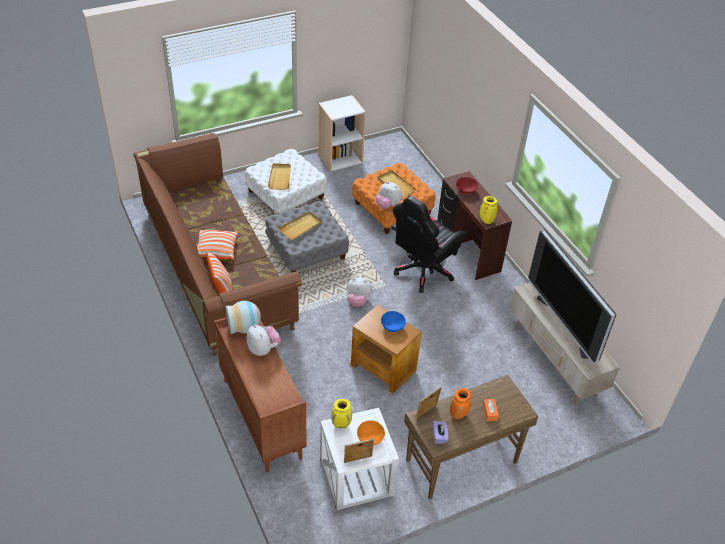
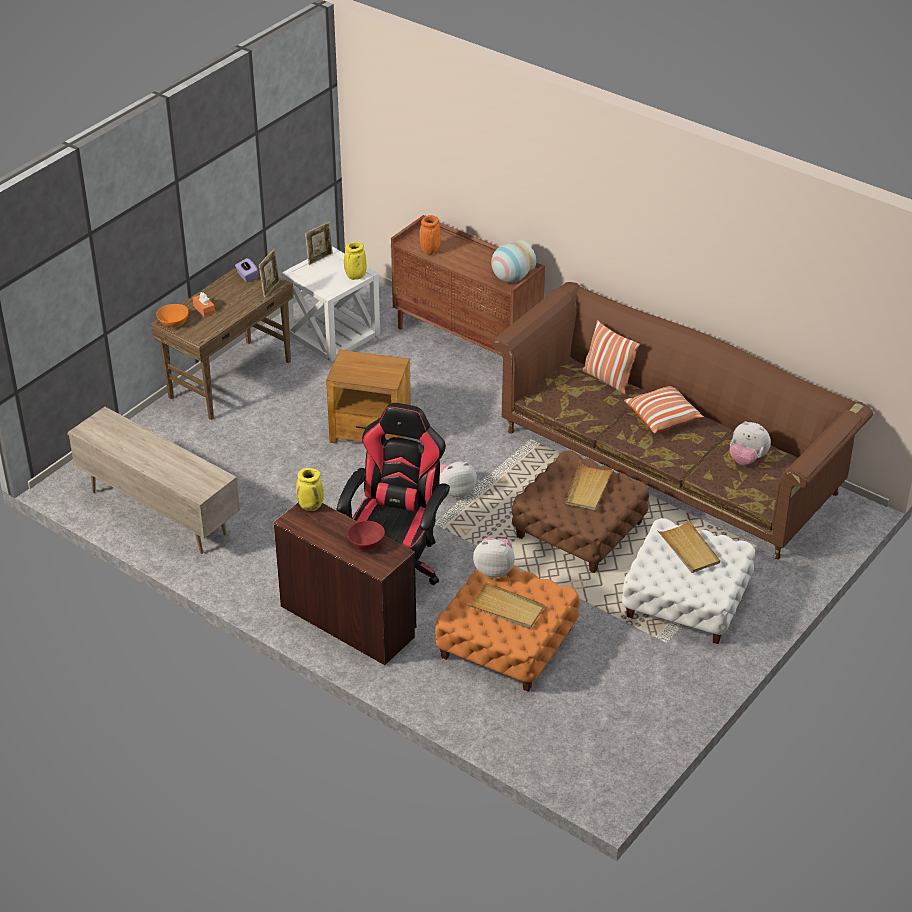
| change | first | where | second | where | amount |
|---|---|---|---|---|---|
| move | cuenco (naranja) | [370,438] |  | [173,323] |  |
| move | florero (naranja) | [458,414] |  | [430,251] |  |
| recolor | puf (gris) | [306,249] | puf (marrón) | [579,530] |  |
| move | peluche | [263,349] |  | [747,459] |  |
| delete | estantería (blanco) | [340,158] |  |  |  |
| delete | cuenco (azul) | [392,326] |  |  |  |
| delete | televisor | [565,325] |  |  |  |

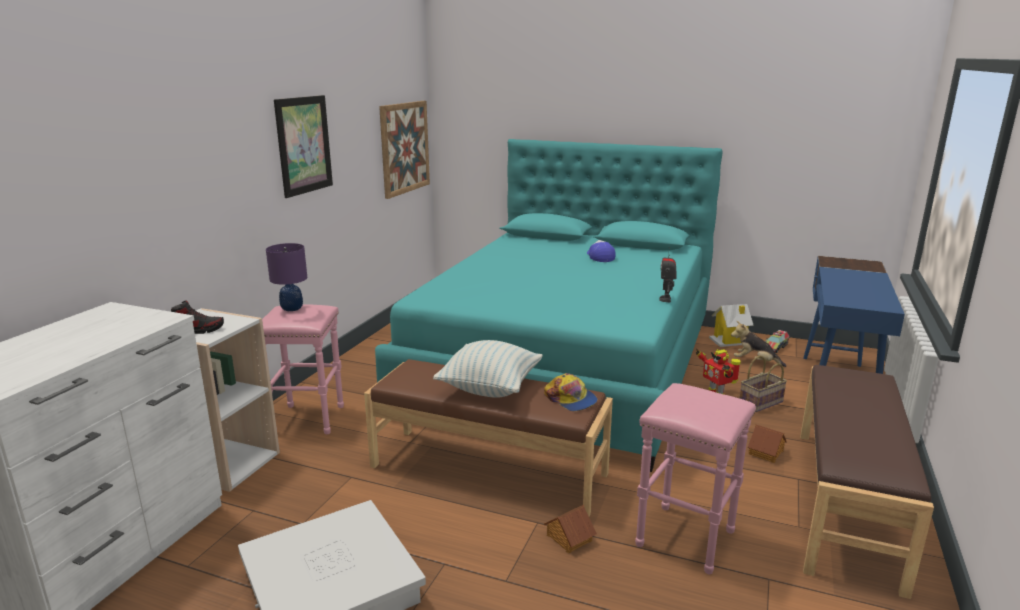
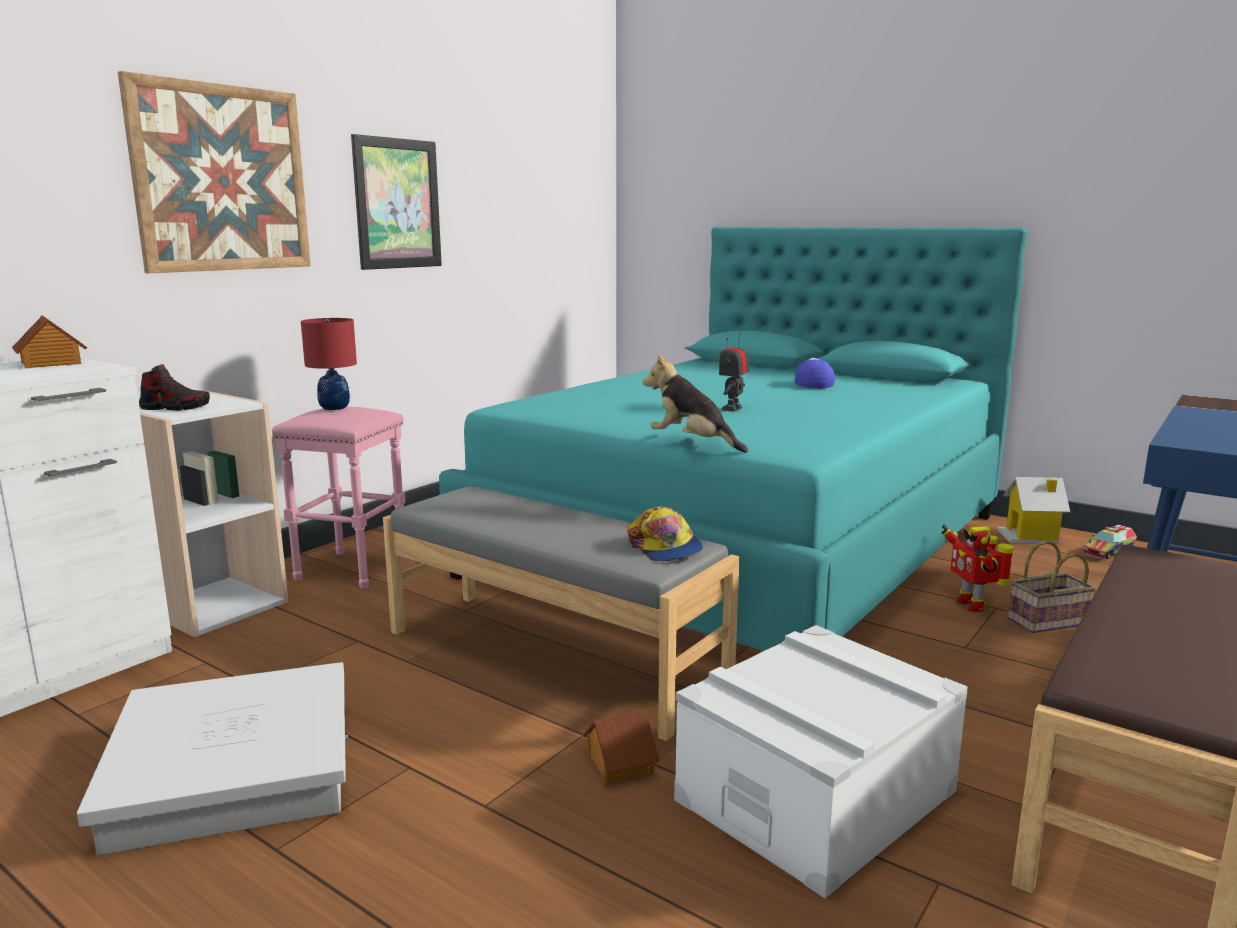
| change | first | where | second | where | amount |
|---|---|---|---|---|---|
| move | casita | [766,452] |  | [51,363] |  |
| move | cuadro | [405,148] |  | [222,179] |  |
| recolor | lámpara de mesa (morado) | [293,309] | lámpara de mesa (rojo) | [336,408] |  |
| recolor | banco (marrón) | [488,469] | banco (gris) | [554,656] |  |
| move | peluche | [755,362] |  | [692,443] |  |
| replace | taburete (rosa) | [686,539] | caja de almacenaje (blanco) | [816,796] |  |
| move | robot de juguete | [666,299] |  | [732,409] |  |
| delete | cojín | [490,388] |  |  |  |

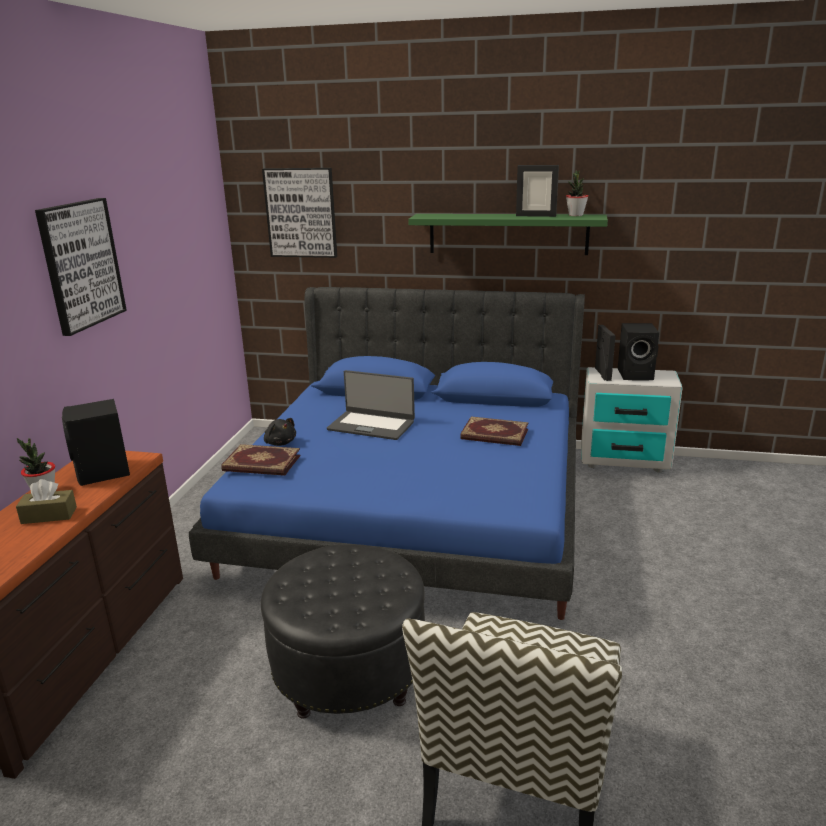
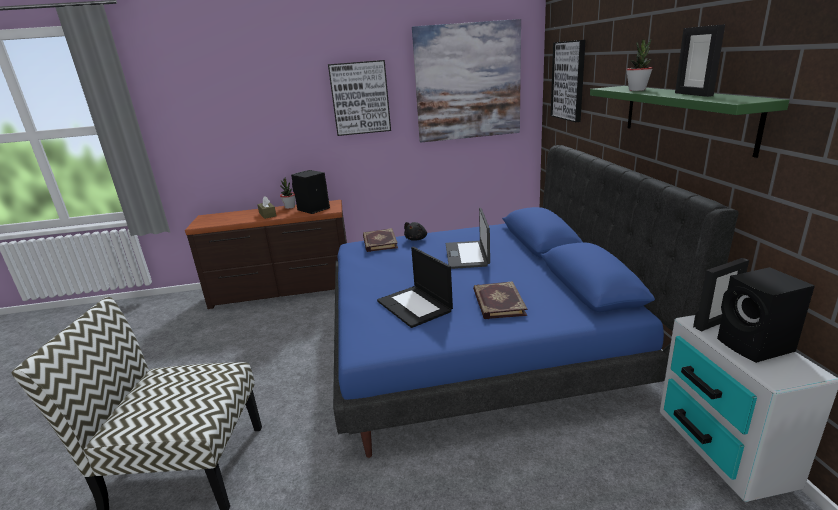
| change | first | where | second | where | amount |
|---|---|---|---|---|---|
| insert |  |  | portátil | [415,306] |  |
| insert |  |  | cuadro | [468,82] |  |
| move | planta en maceta | [575,215] |  | [637,90] |  |
| delete | puf (negro) | [349,672] |  |  |  |

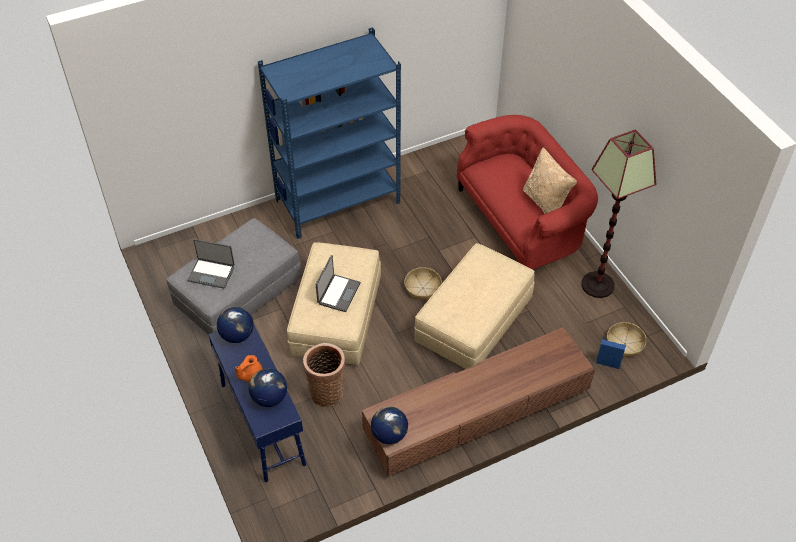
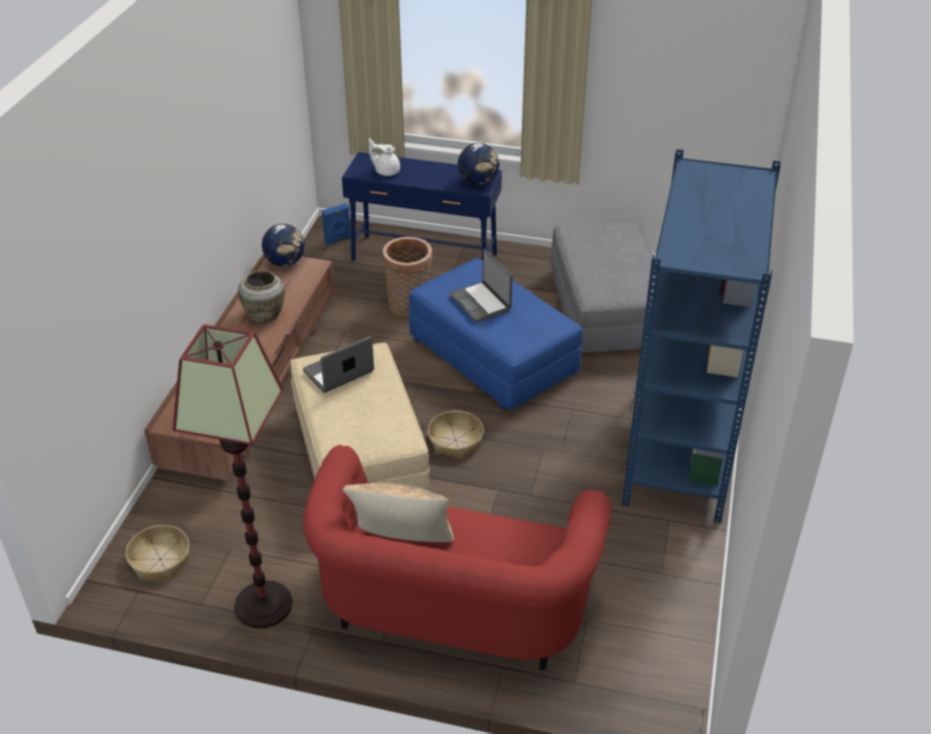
| change | first | where | second | where | amount |
|---|---|---|---|---|---|
| insert |  |  | florero (beis) | [265,314] |  |
| move | portátil | [211,273] |  | [339,372] |  |
| move | altavoz (azul) | [608,363] |  | [338,240] |  |
| replace | globo terráqueo | [269,398] | tetera (blanco) | [386,171] |  |
| recolor | puf (beis) | [336,317] | puf (azul) | [493,356] |  |
| delete | tetera (naranja) | [250,375] |  |  |  |

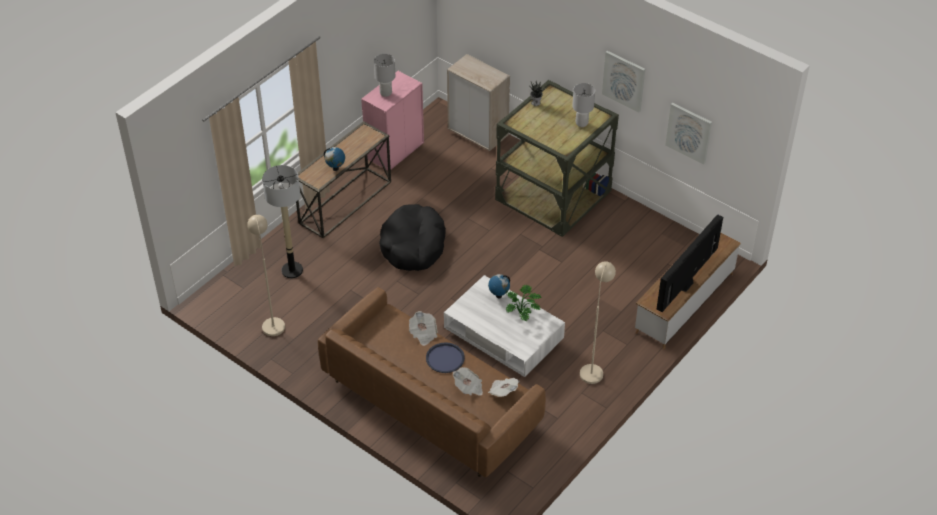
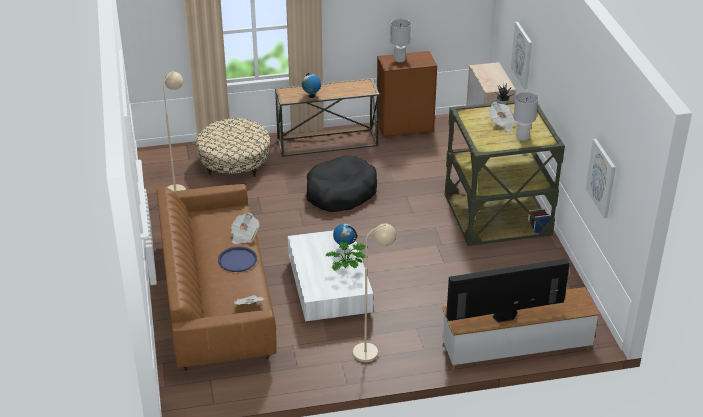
| change | first | where | second | where | amount |
|---|---|---|---|---|---|
| replace | lámpara de pie | [292,270] | puf (beis) | [234,165] |  |
| recolor | armario (rosa) | [395,153] | armario (marrón) | [405,129] |  |
| move | periódico | [468,387] |  | [502,123] |  |
| move | cuadro | [624,81] |  | [522,55] |  |

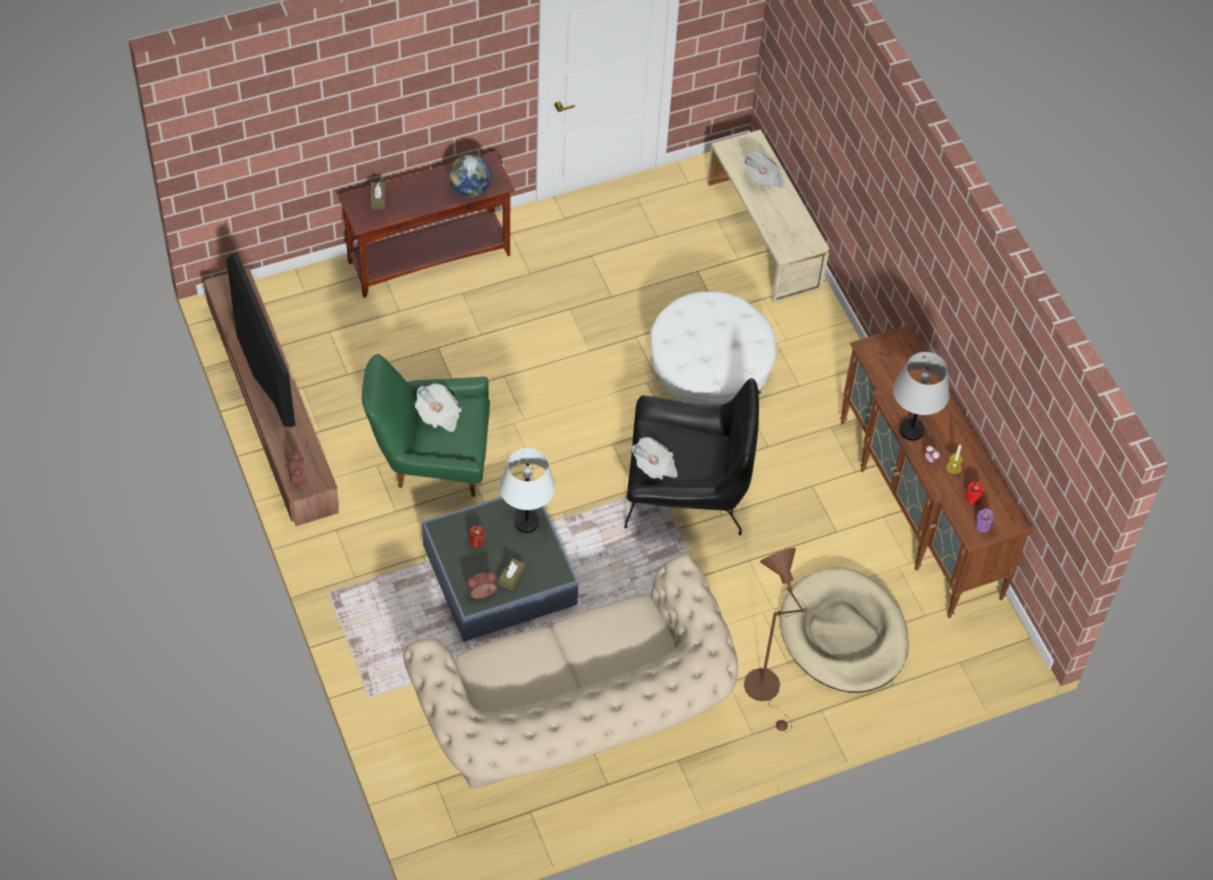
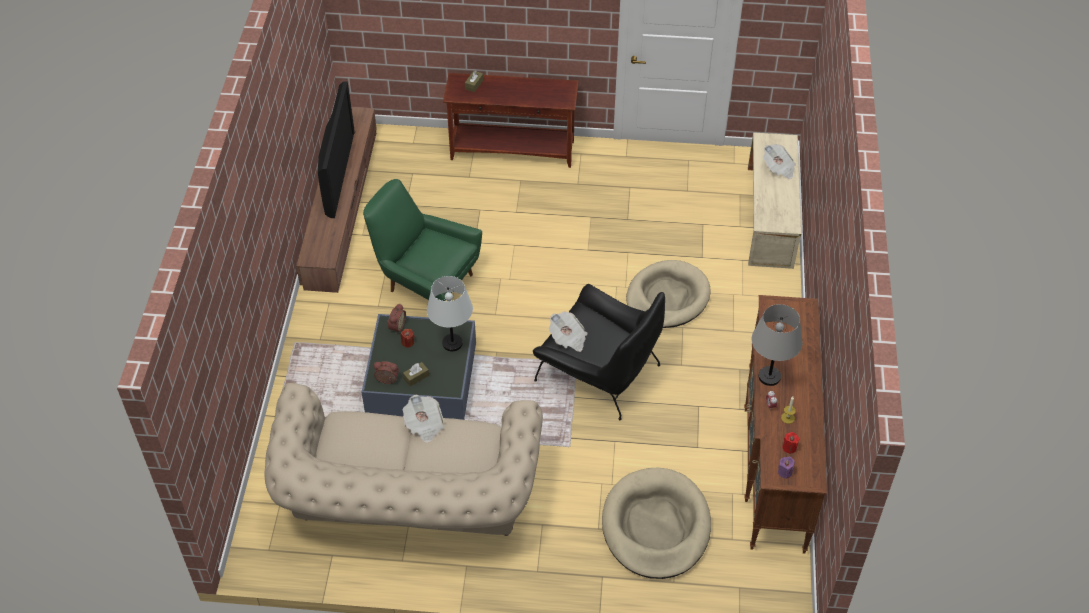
| change | first | where | second | where | amount |
|---|---|---|---|---|---|
| move | despertador | [296,479] |  | [396,326] |  |
| move | periódico | [439,415] |  | [424,425] |  |
| replace | puf (blanco) | [709,374] | cama para perro (beis) | [667,297] |  |
| delete | globo terráqueo | [470,190] |  |  |  |
| delete | lámpara de pie (marrón) | [766,691] |  |  |  |

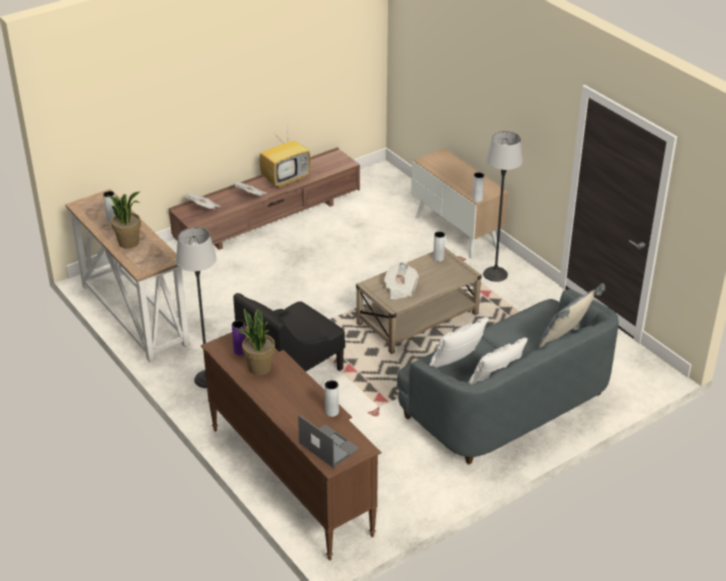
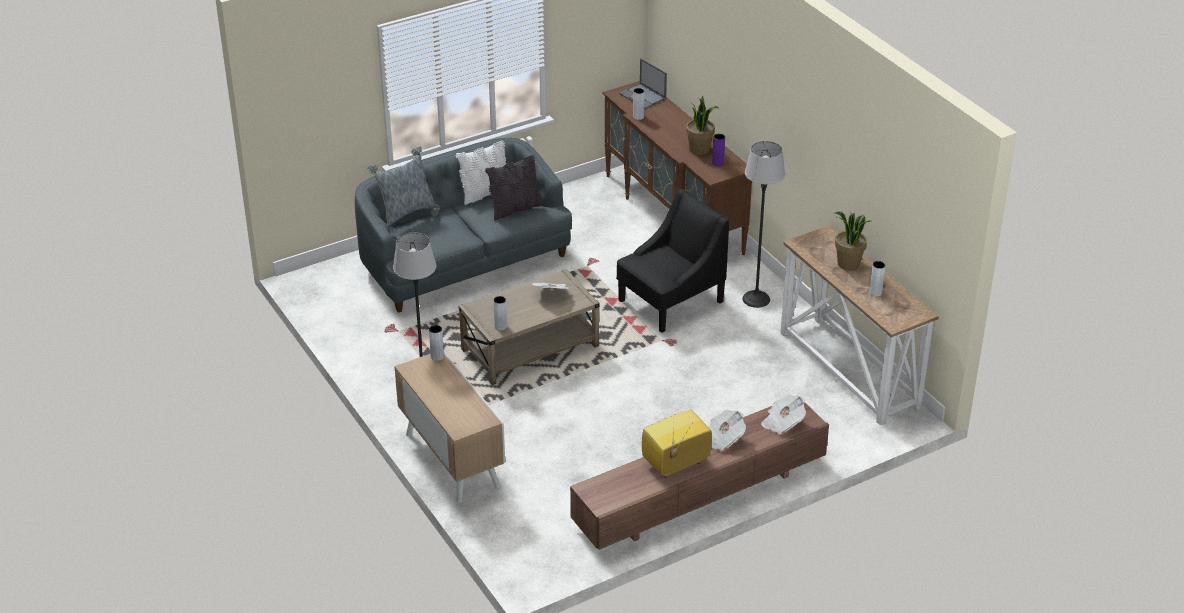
| change | first | where | second | where | amount |
|---|---|---|---|---|---|
| recolor | cojín (blanco) | [456,364] | cojín (negro) | [515,209] |  |

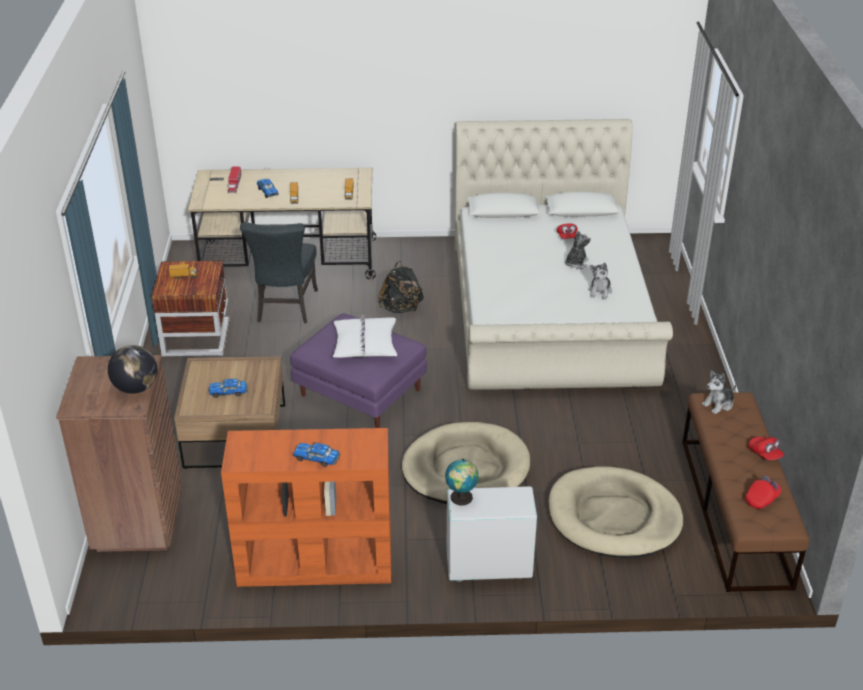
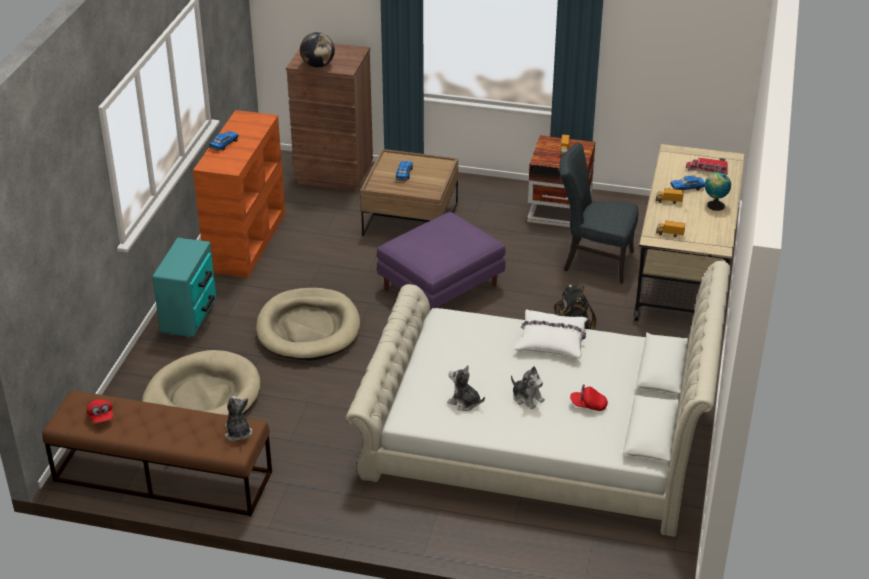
| change | first | where | second | where | amount |
|---|---|---|---|---|---|
| recolor | mesita de noche (blanco) | [488,566] | mesita de noche (turquesa) | [190,319] |  |
| move | cojín (blanco) | [365,344] |  | [552,340] |  |
| move | globo terráqueo | [461,499] |  | [714,205] |  |
| delete | gorra (rojo) | [764,454] |  |  |  |

